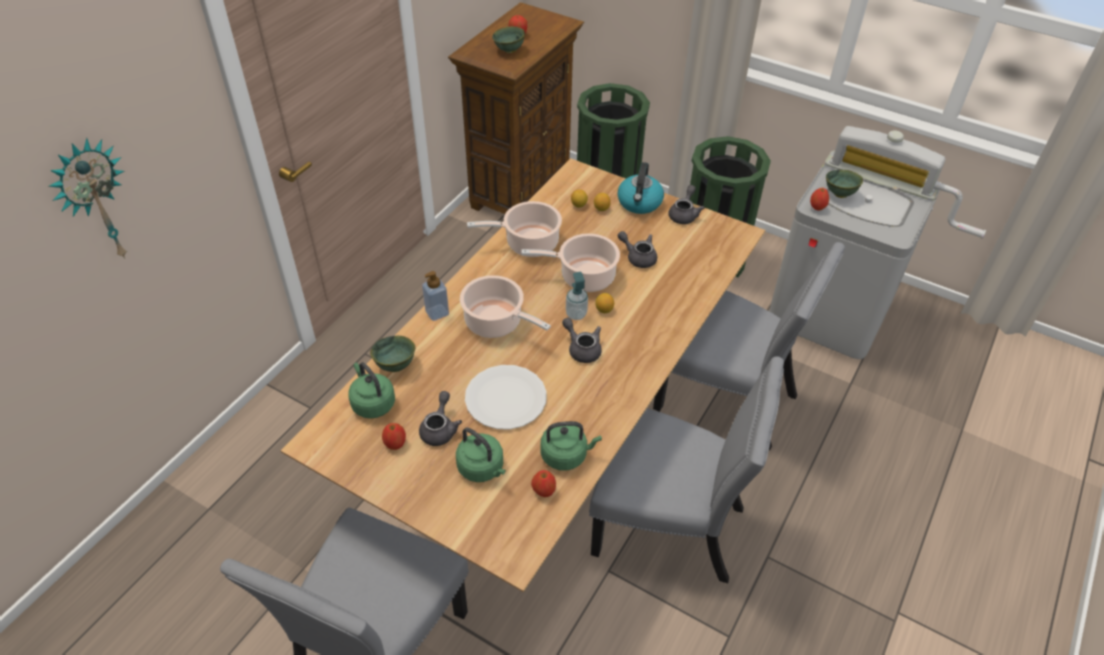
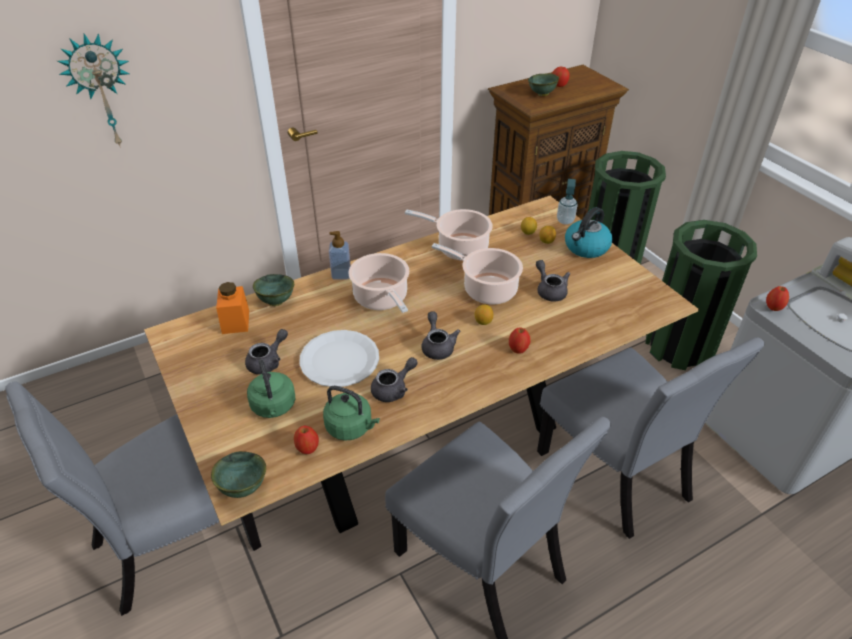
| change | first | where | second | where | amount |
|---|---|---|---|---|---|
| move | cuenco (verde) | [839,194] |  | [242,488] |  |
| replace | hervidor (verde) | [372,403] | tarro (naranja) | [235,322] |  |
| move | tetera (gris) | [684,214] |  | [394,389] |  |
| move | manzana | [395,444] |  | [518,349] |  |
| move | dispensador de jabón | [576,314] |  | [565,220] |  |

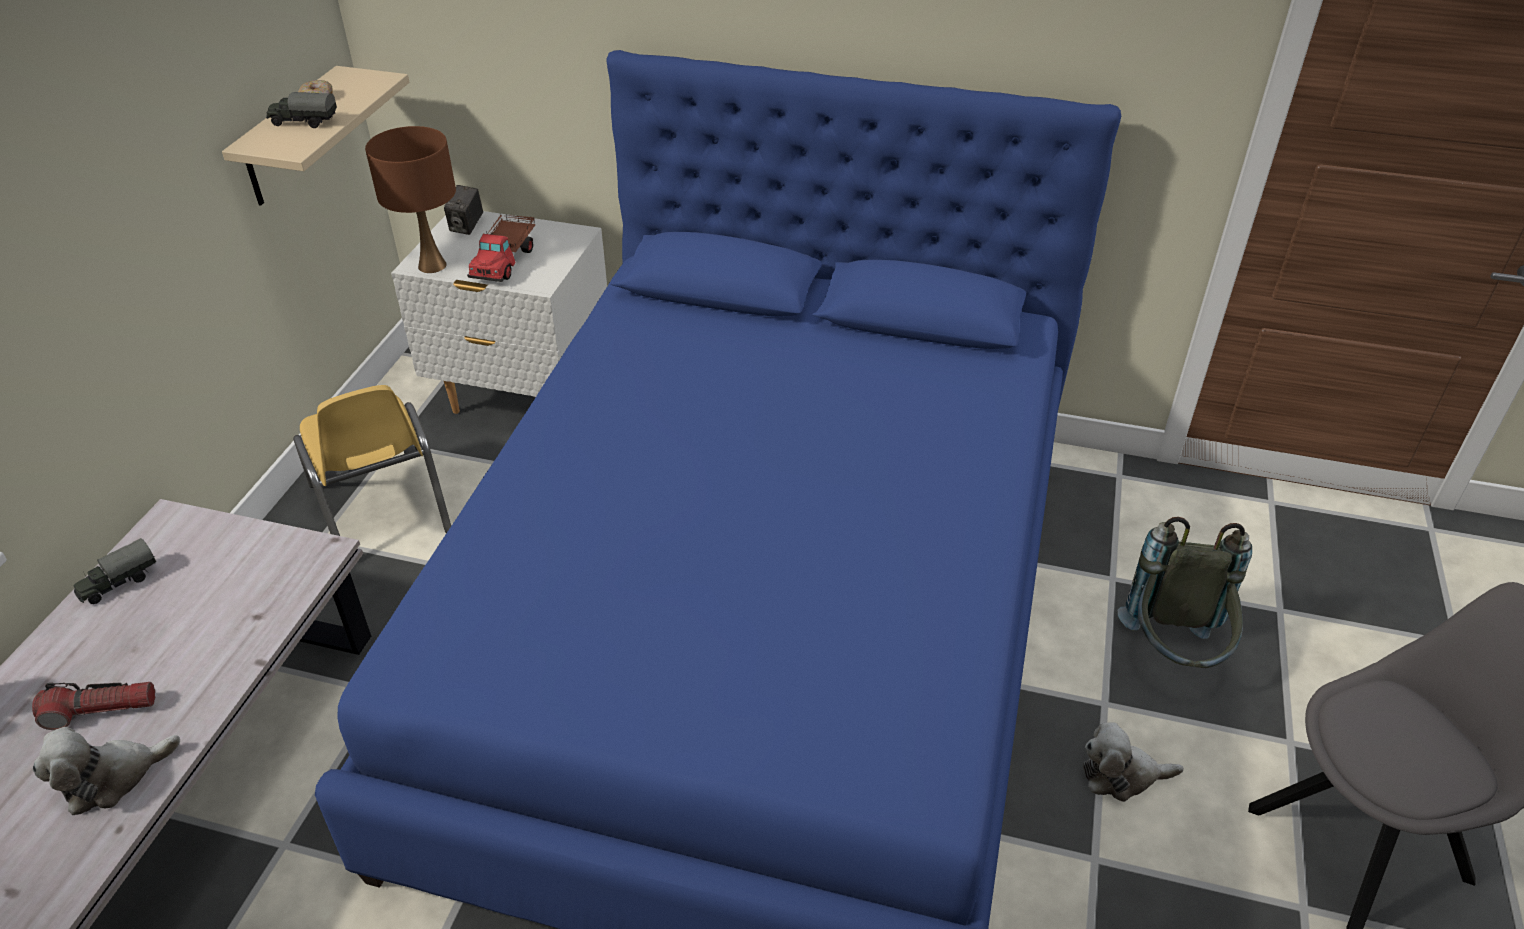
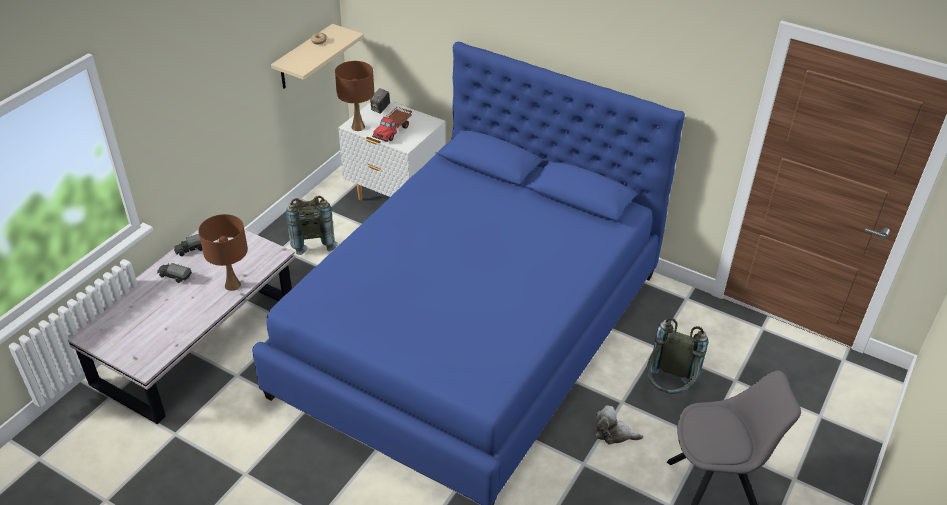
| change | first | where | second | where | amount |
|---|---|---|---|---|---|
| move | camión de juguete | [303,122] |  | [174,277] |  |
| insert |  |  | lámpara de mesa (marrón) | [233,285] |  |
| replace | silla (amarillo) | [381,509] | mochila (gris) | [312,240] |  |
| delete | linterna | [100,710] |  |  |  |
| delete | peluche | [112,778] |  |  |  |

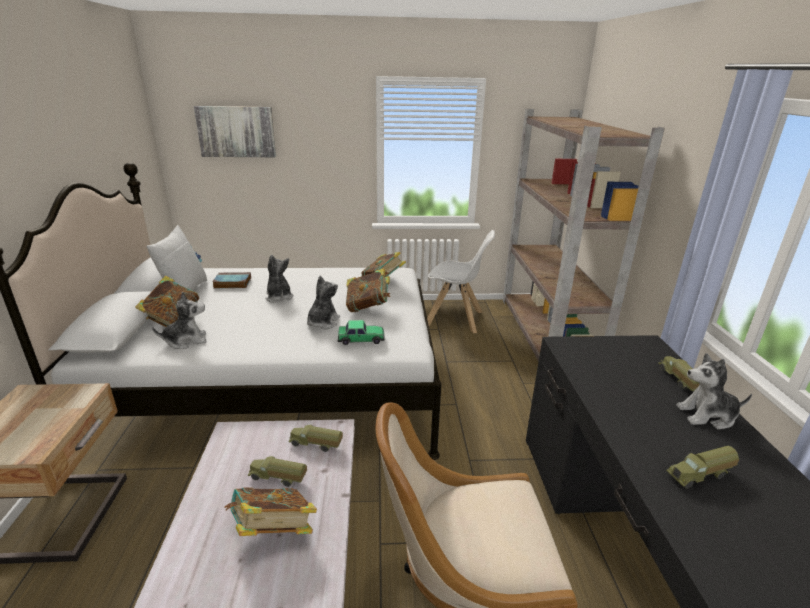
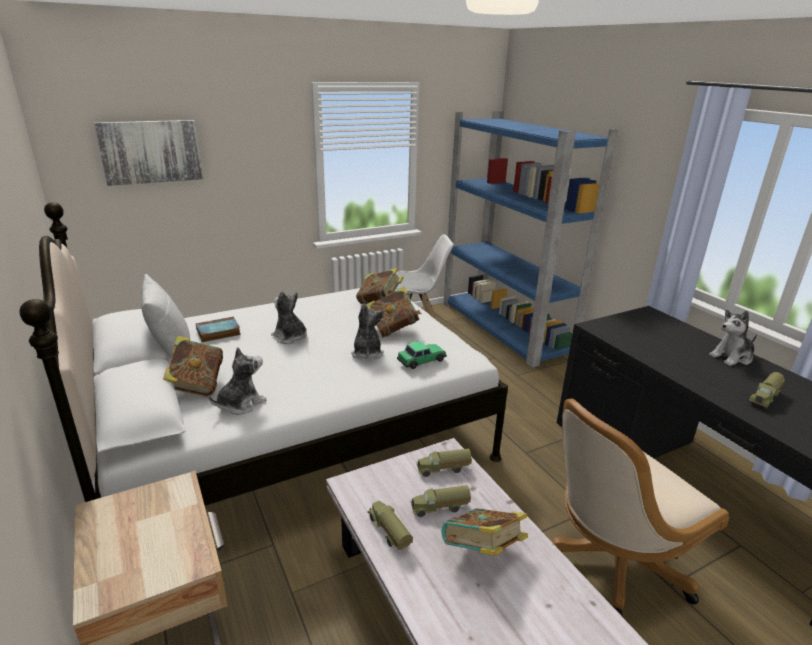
| change | first | where | second | where | amount |
|---|---|---|---|---|---|
| move | camión de juguete | [678,381] |  | [389,532] |  |
| recolor | estantería (marrón) | [546,334] | estantería (azul) | [503,327] |  |

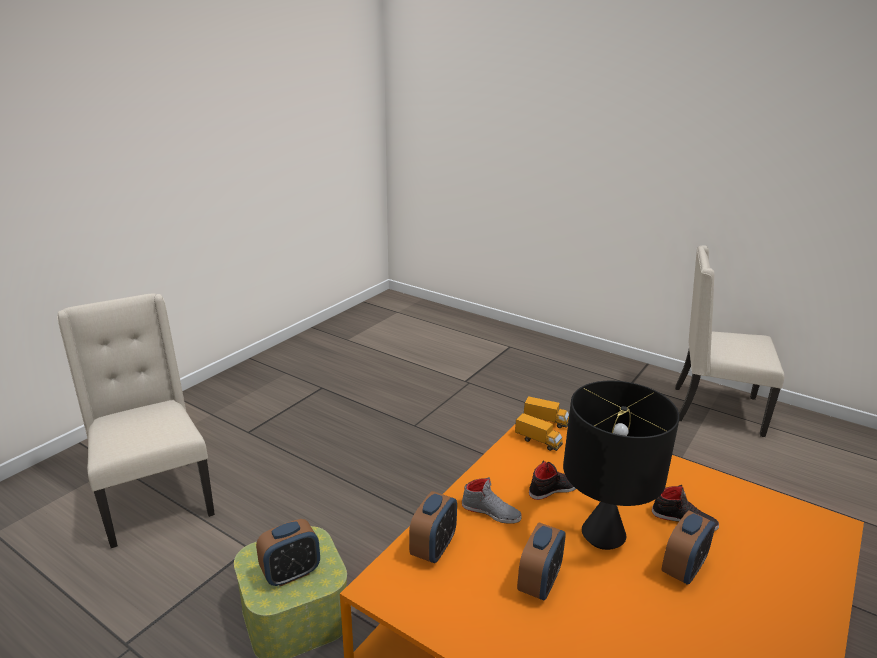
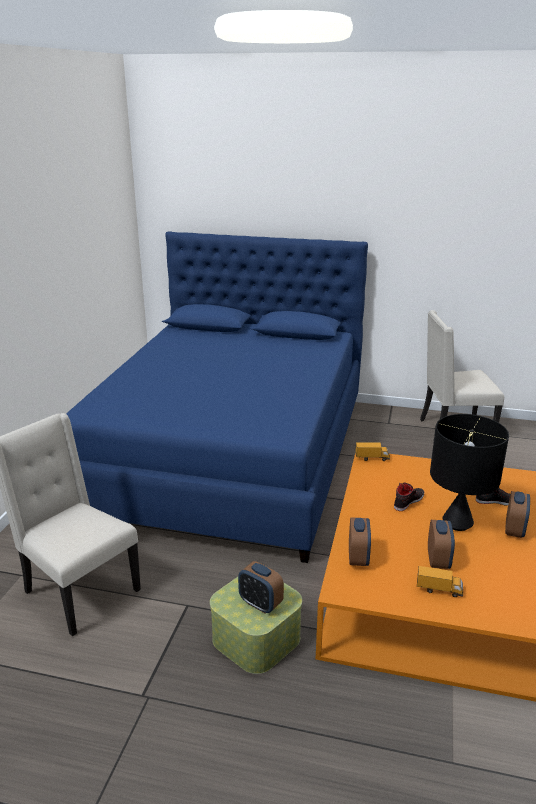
| change | first | where | second | where | amount |
|---|---|---|---|---|---|
| insert |  |  | cama (azul) | [230,454] |  |
| rotate | despertador | [291,573] |  | [260,604] | 90 degrees clockwise |
| move | camión de juguete | [538,441] |  | [439,590] |  |
| delete | zapato (gris) | [491,511] |  |  |  |

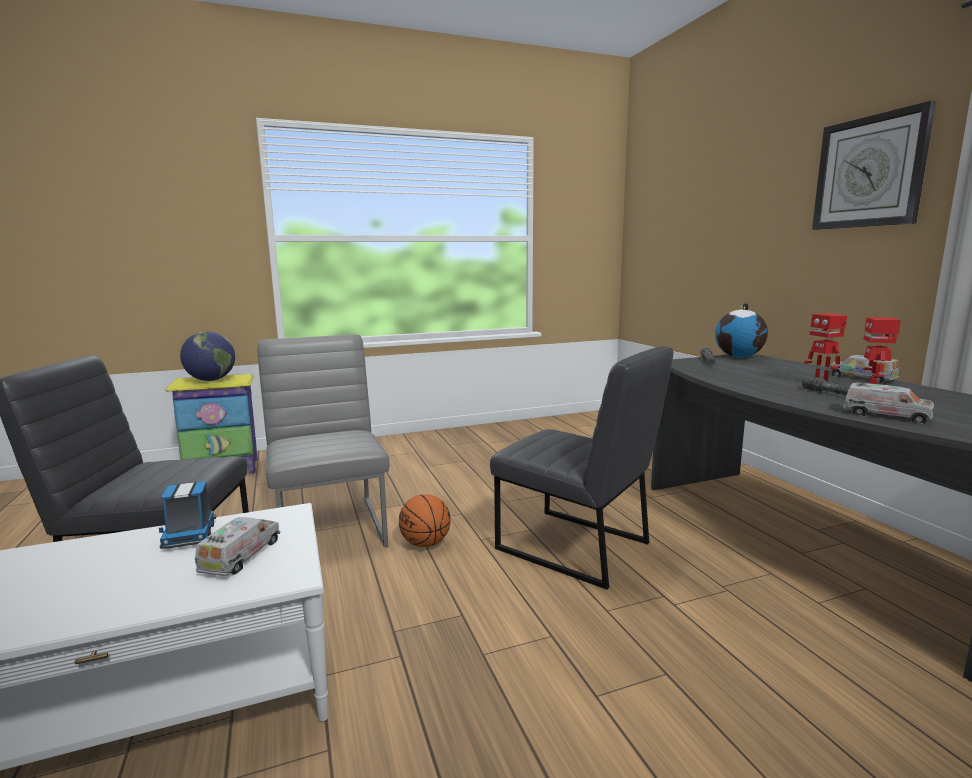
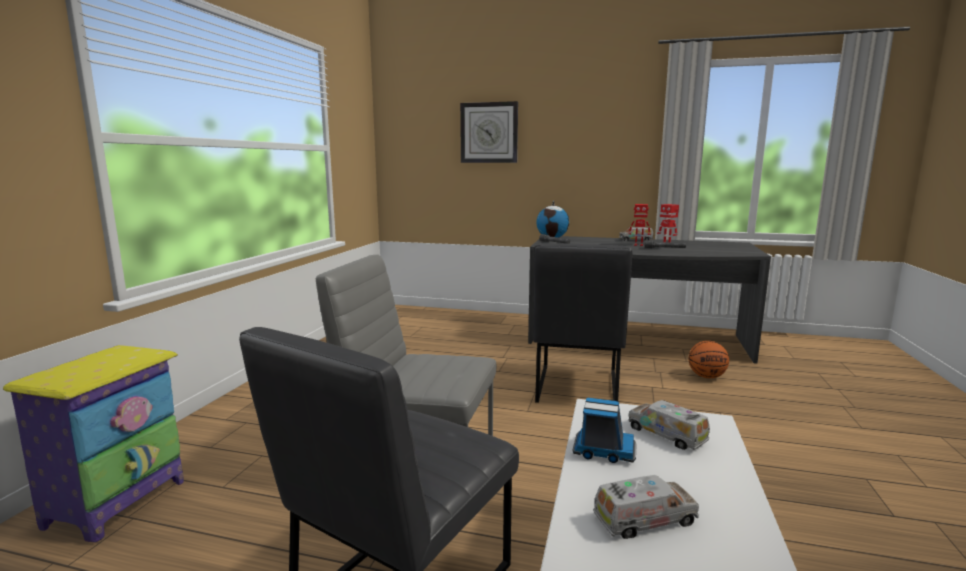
| change | first | where | second | where | amount |
|---|---|---|---|---|---|
| move | reloj de pared | [869,172] |  | [489,133] |  |
| rotate | silla (gris) | [576,547] |  | [576,387] | 120 degrees clockwise |
| move | camión de juguete | [885,415] |  | [644,520] |  |
| move | balón de baloncesto | [425,543] |  | [706,376] |  |
| delete | globo terráqueo | [211,380] |  |  |  |

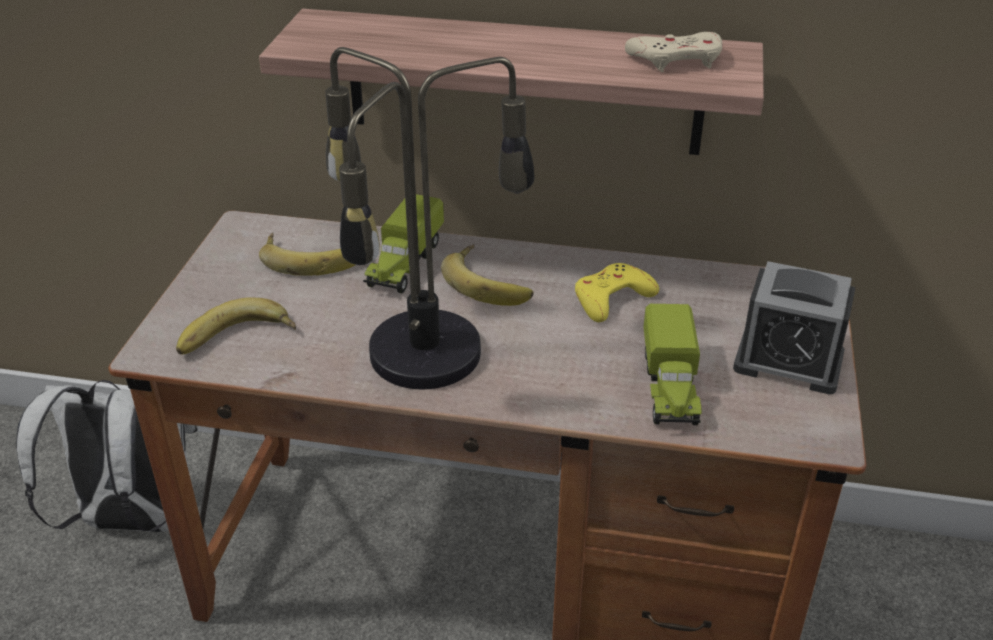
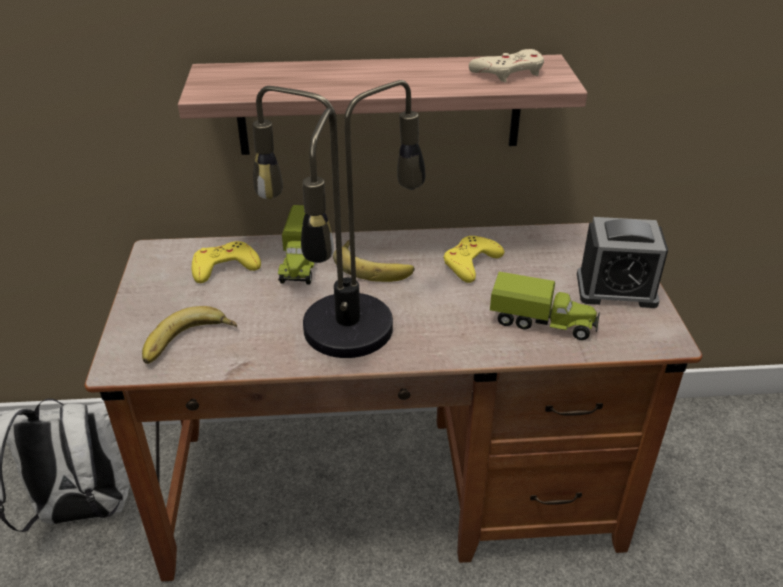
| change | first | where | second | where | amount |
|---|---|---|---|---|---|
| replace | plátano | [313,257] | mando de consola (amarillo) | [224,267] |  |
| rotate | camión de juguete | [670,388] |  | [543,323] | 60 degrees counterclockwise |

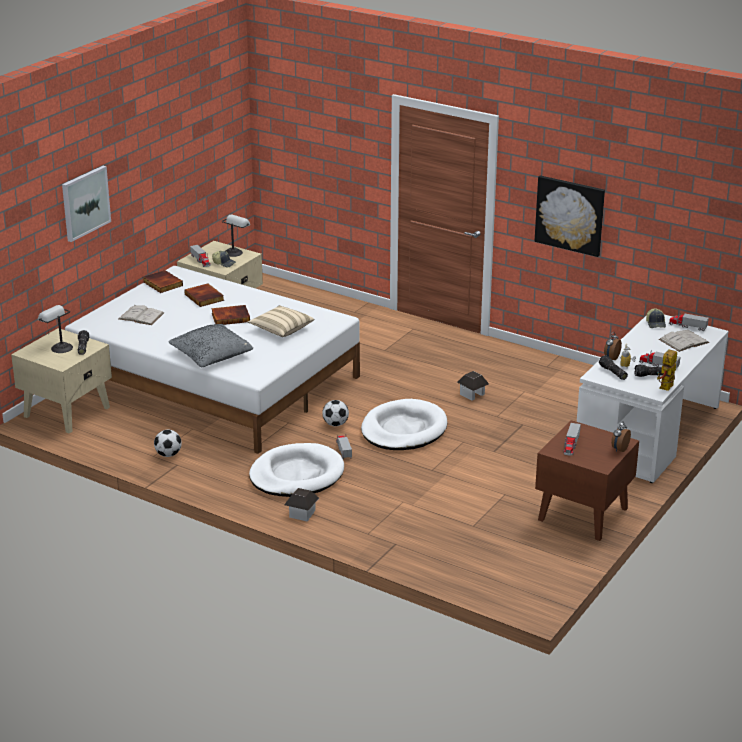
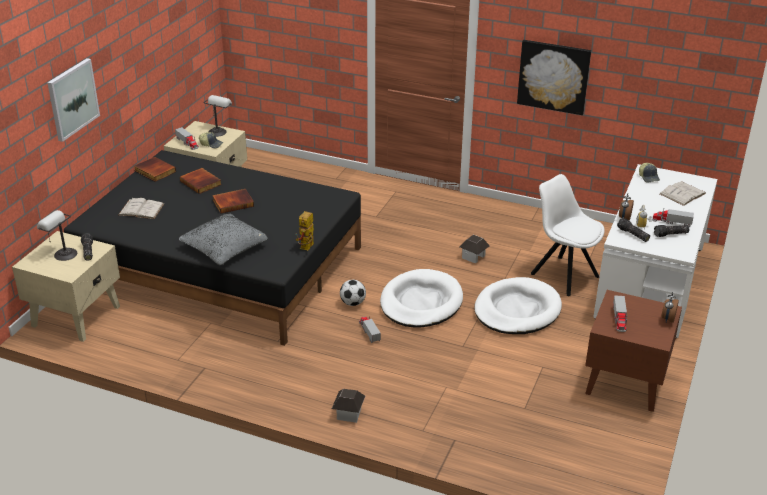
| change | first | where | second | where | amount |
|---|---|---|---|---|---|
| recolor | cama (blanco) | [215,382] | cama (negro) | [221,266] |  |
| move | robot de juguete | [666,388] |  | [306,248] |  |
| move | cama para perro (blanco) | [296,475] |  | [517,310] |  |
| insert |  |  | silla (blanco) | [564,275] |  |
| delete | balón de fútbol | [168,454] |  |  |  |
| delete | cojín (beis) | [281,329] |  |  |  |
| delete | camión de juguete | [687,326] |  |  |  |

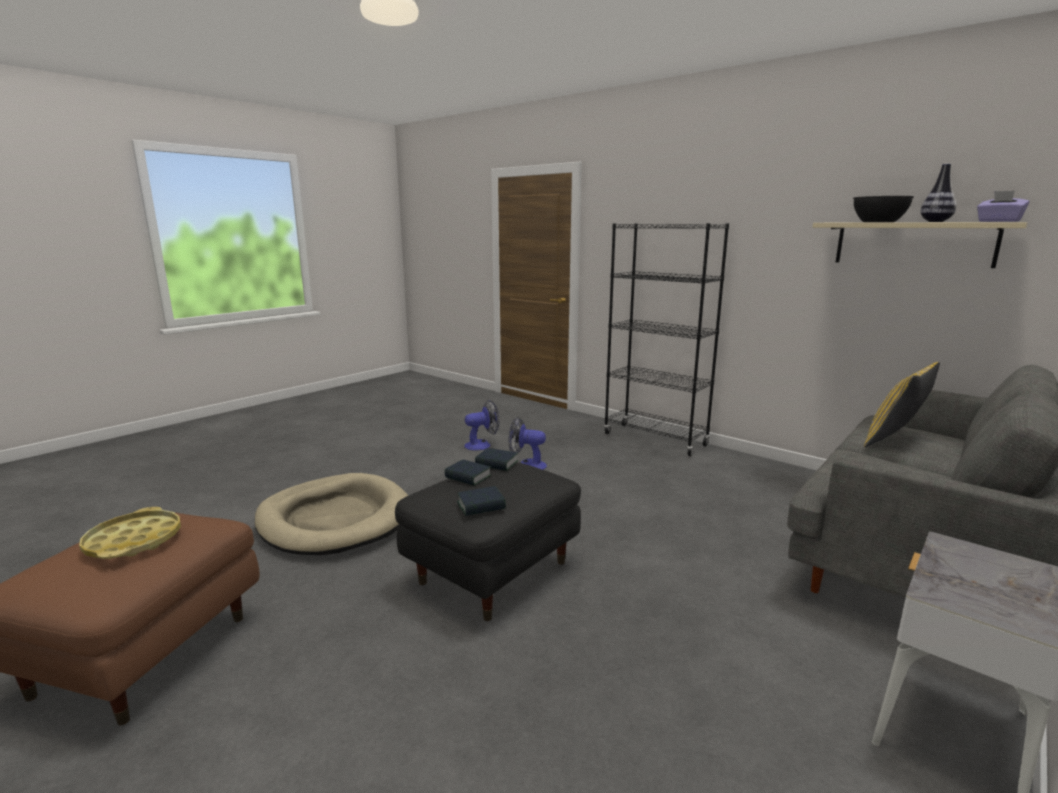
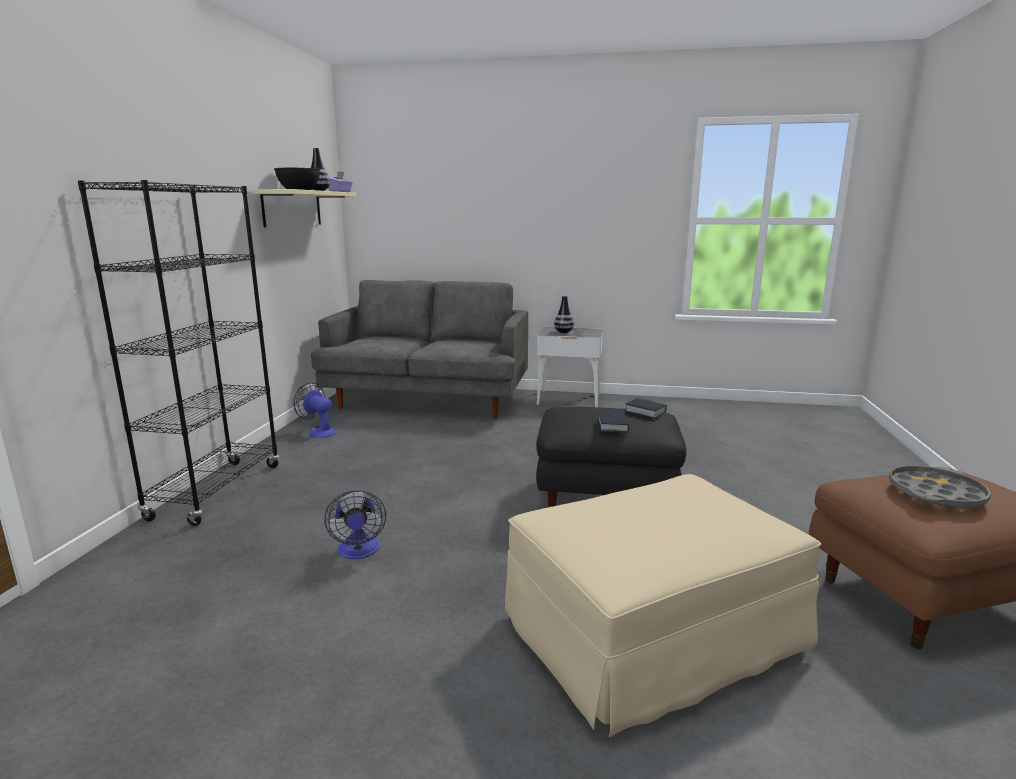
| change | first | where | second | where | amount |
|---|---|---|---|---|---|
| move | ventilador | [482,445] |  | [319,431] |  |
| replace | cama para perro (beis) | [335,519] | puf (beis) | [652,633] |  |
| insert |  |  | florero | [563,332] |  |
| recolor | bandeja (amarillo) | [134,541] | bandeja (gris) | [935,494] |  |
| delete | libro | [496,463] |  |  |  |
| delete | cojín (amarillo) | [895,440] |  |  |  |

